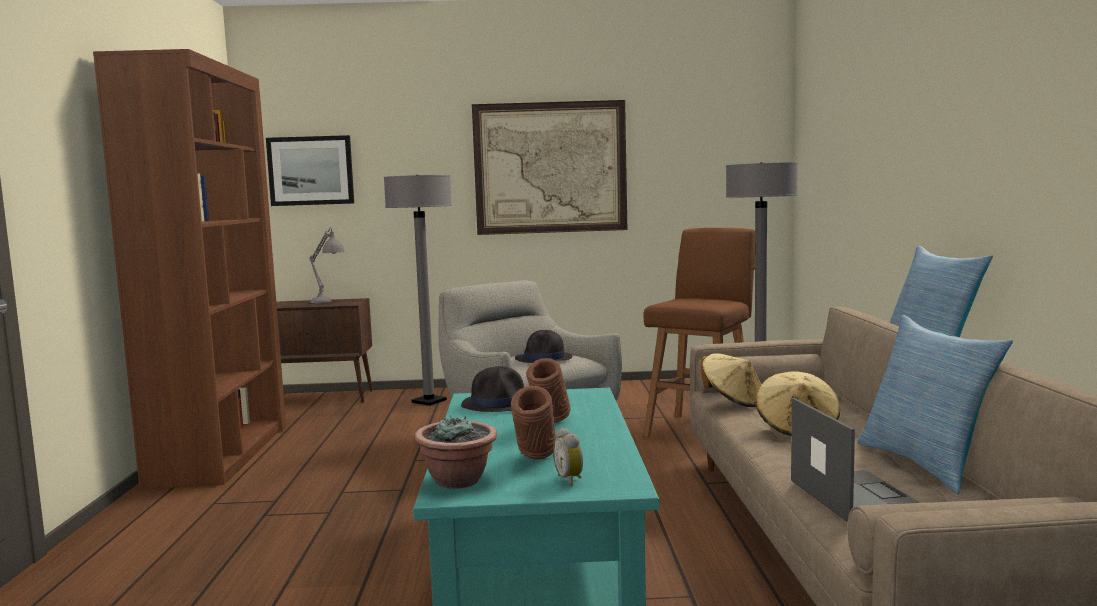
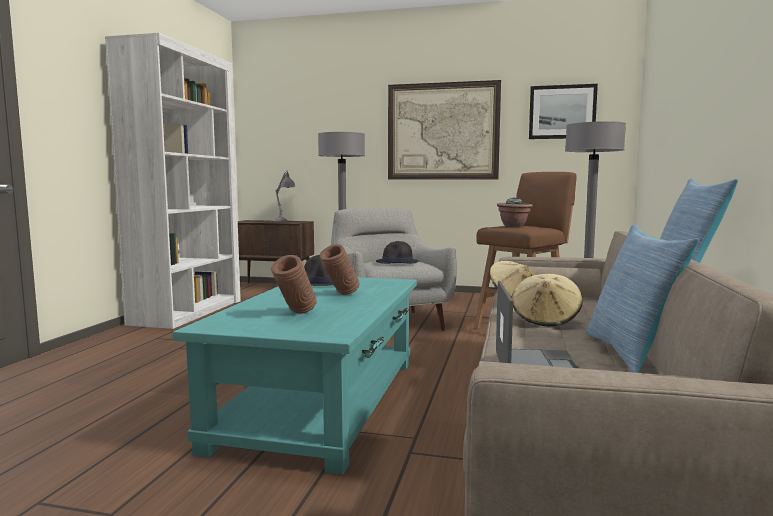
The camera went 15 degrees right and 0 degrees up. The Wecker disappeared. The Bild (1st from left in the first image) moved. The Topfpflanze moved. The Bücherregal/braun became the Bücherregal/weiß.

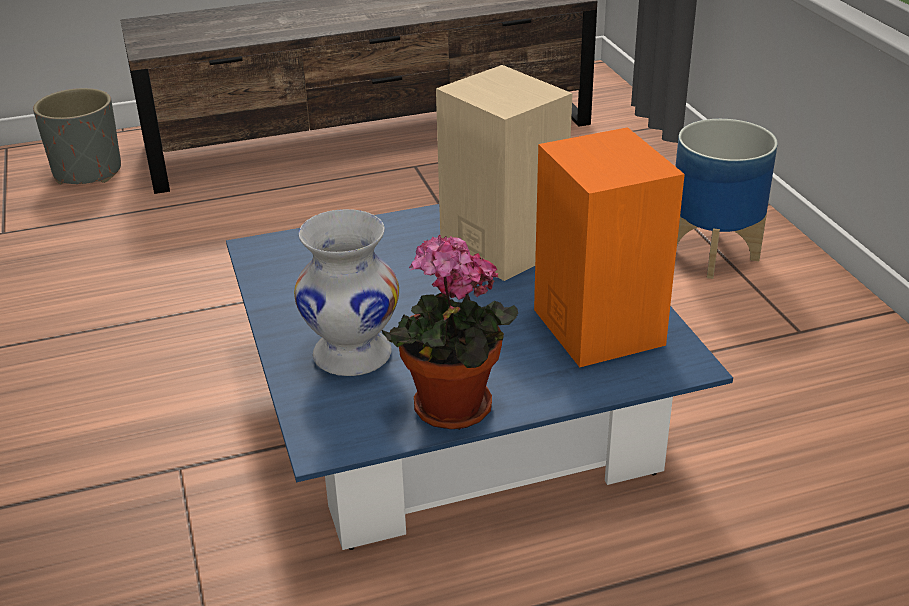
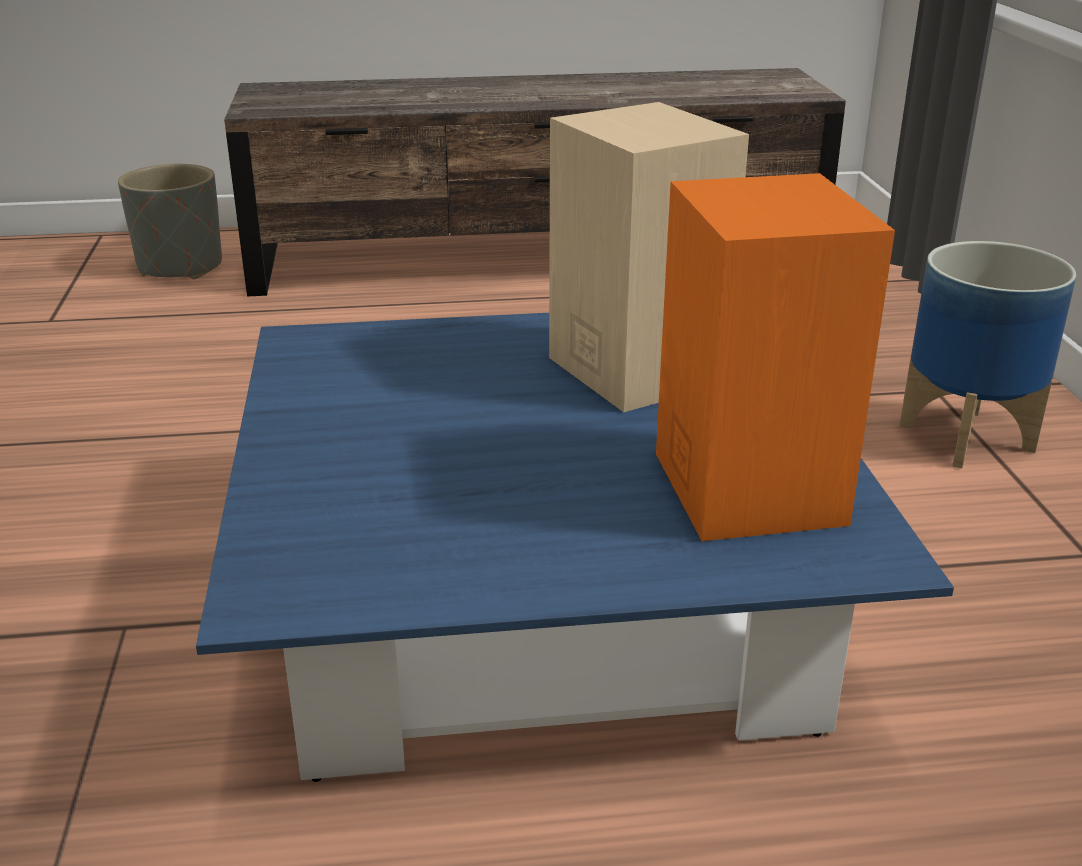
The camera went 10 degrees right and 5 degrees down. The Vase/weiß disappeared. The Topfpflanze disappeared.

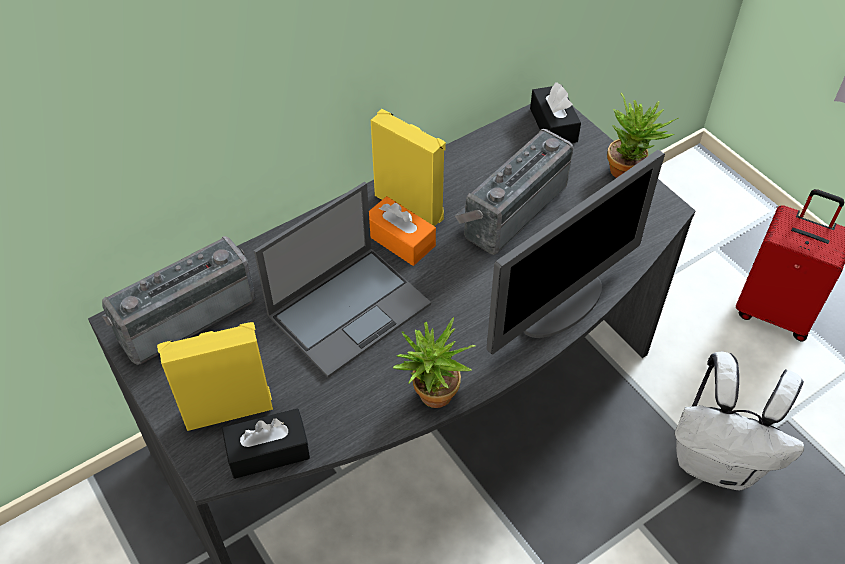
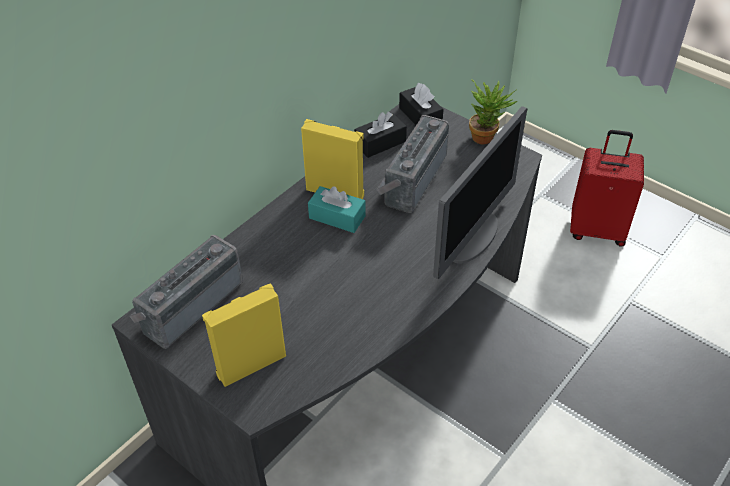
The camera went 15 degrees left and 5 degrees down. The Laptop disappeared. The Topfpflanze (1st from left) disappeared. The Rucksack/weiß disappeared. The Taschentuchbox/schwarz (1st from left) moved. The Taschentuchbox/orange became the Taschentuchbox/türkis.

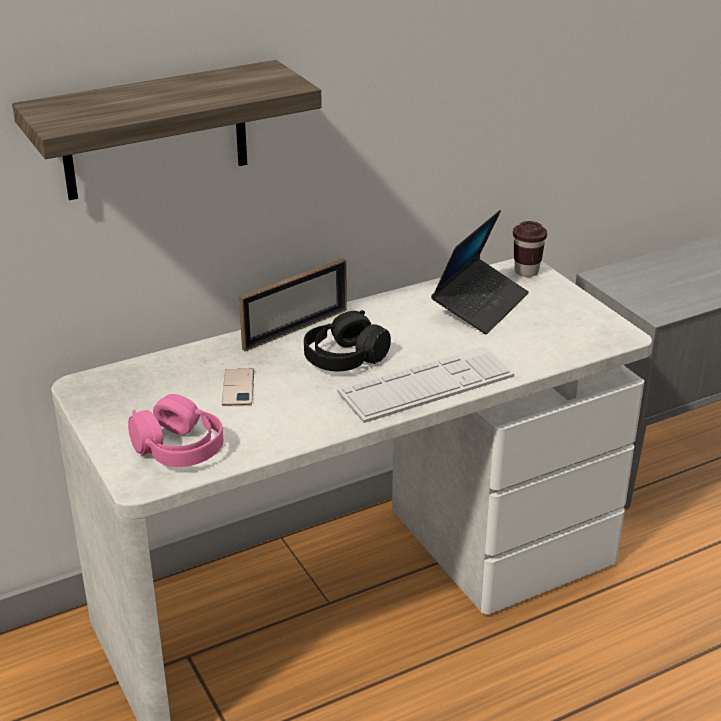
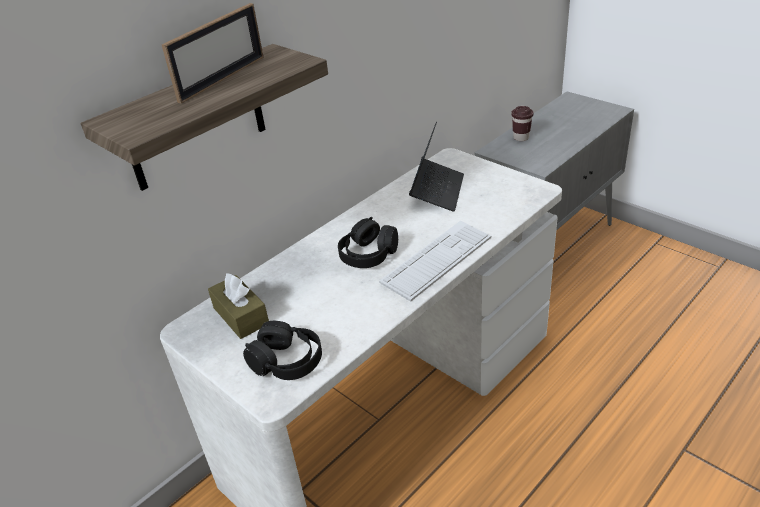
The camera went 15 degrees left and 5 degrees up. The Handy disappeared. The Taschentuchbox/braun appeared. The Bilderrahmen moved. The Tasse/braun moved. The Kopfhörer/rosa became the Kopfhörer/schwarz (1st from left).

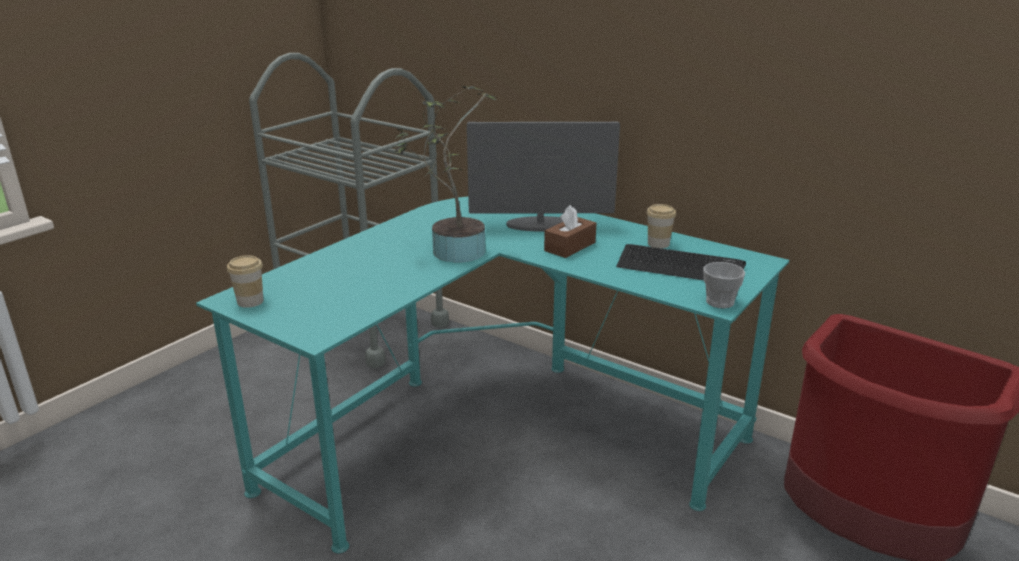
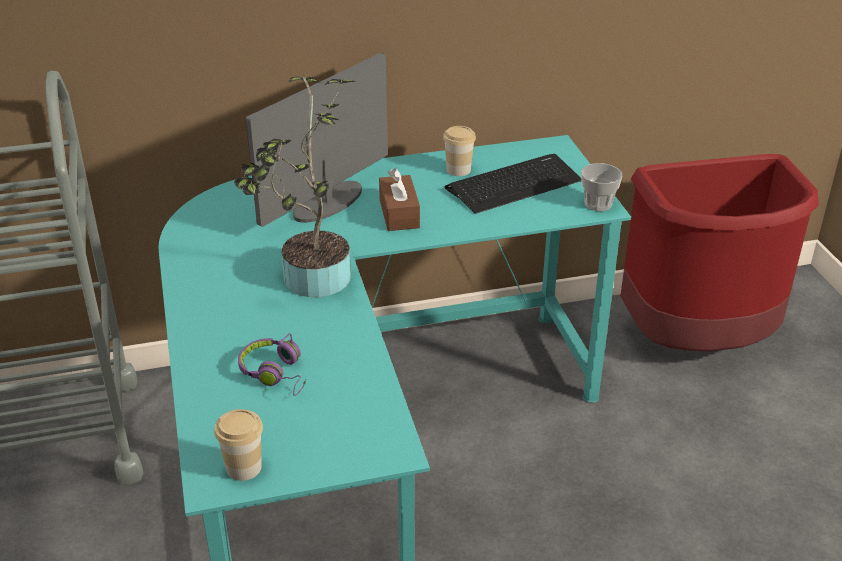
The camera went 50 degrees left and 10 degrees up. The Kopfhörer/lila appeared.

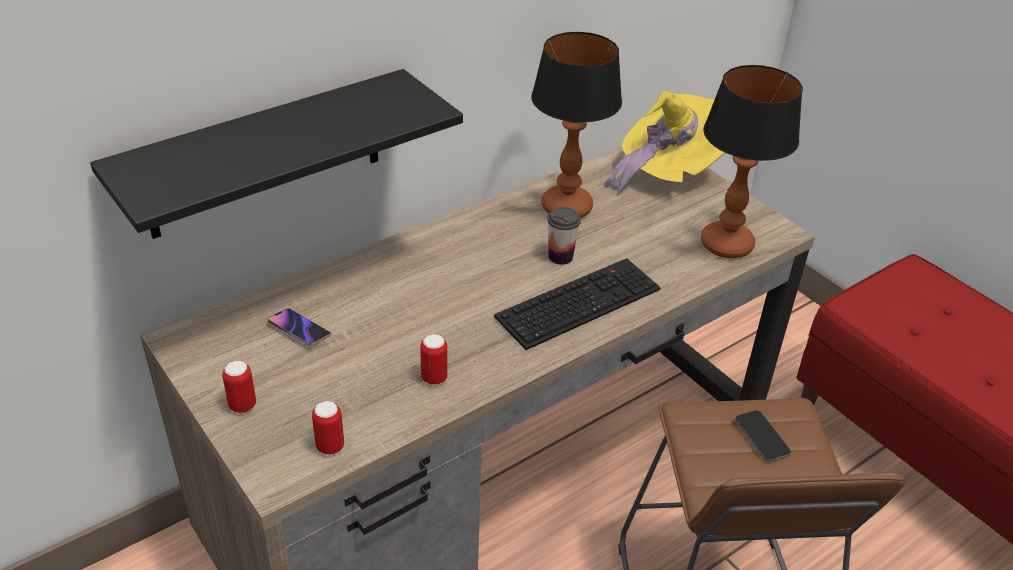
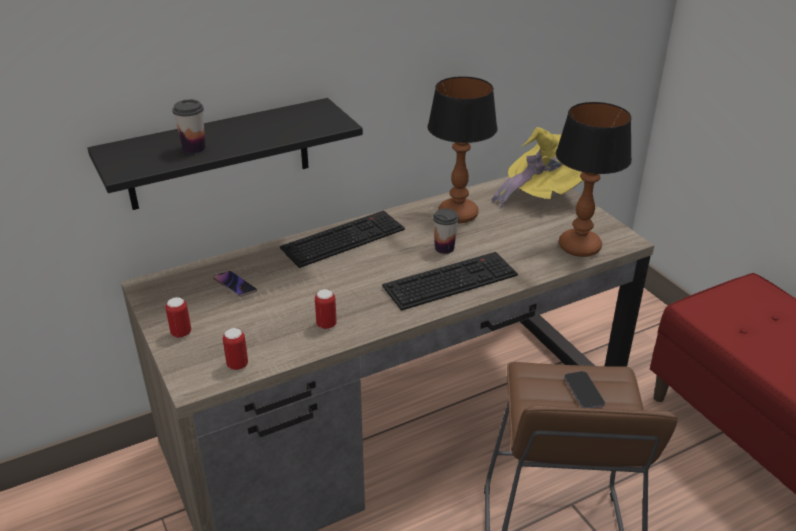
The camera went 10 degrees right and 5 degrees down. The Tasse (1st from left) appeared. The Tastatur (1st from left) appeared.

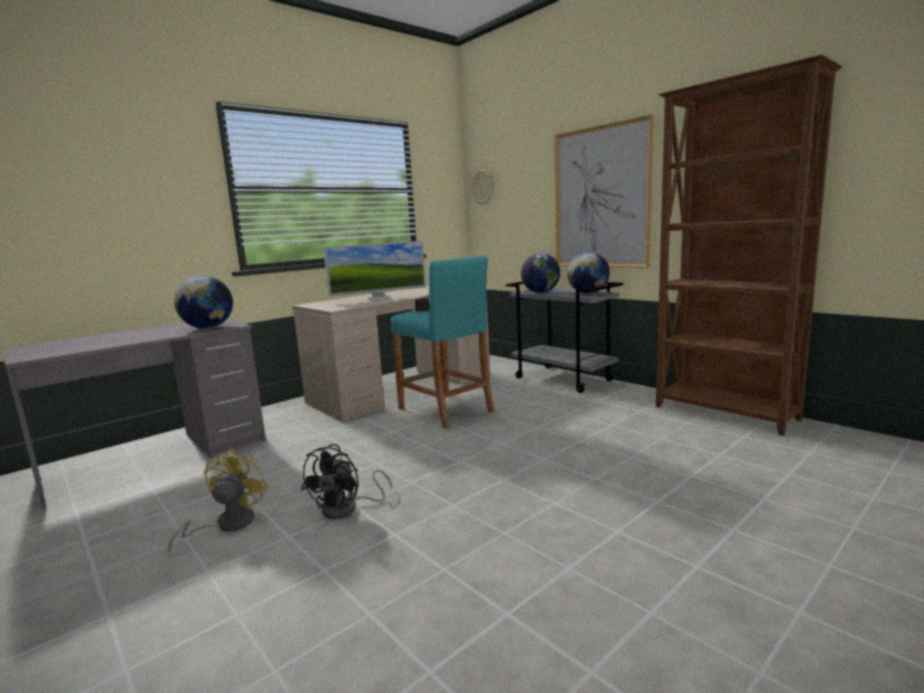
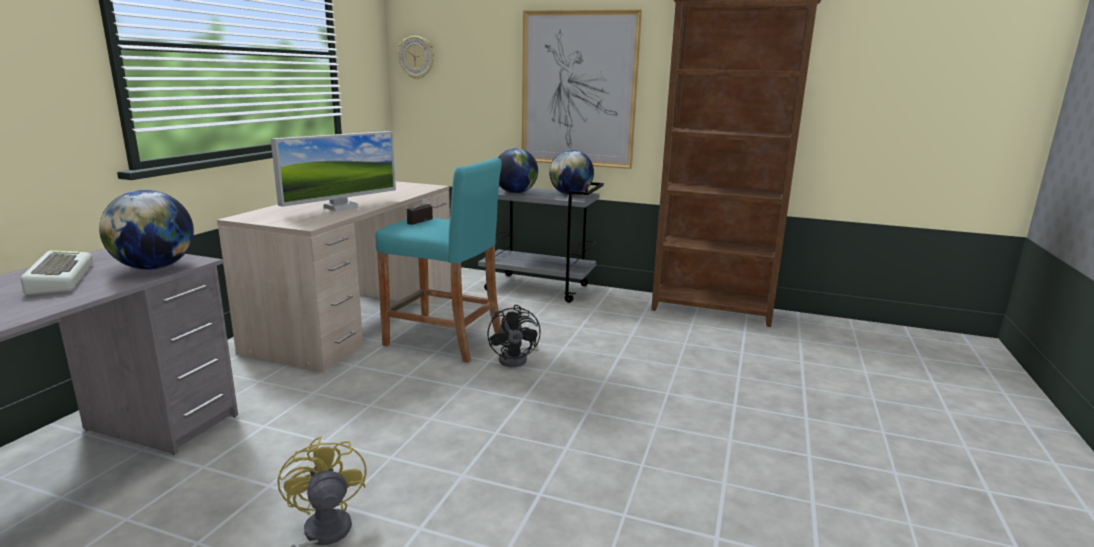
The camera went 30 degrees left and 5 degrees up. The Tastatur appeared. The Ventilator/schwarz moved.

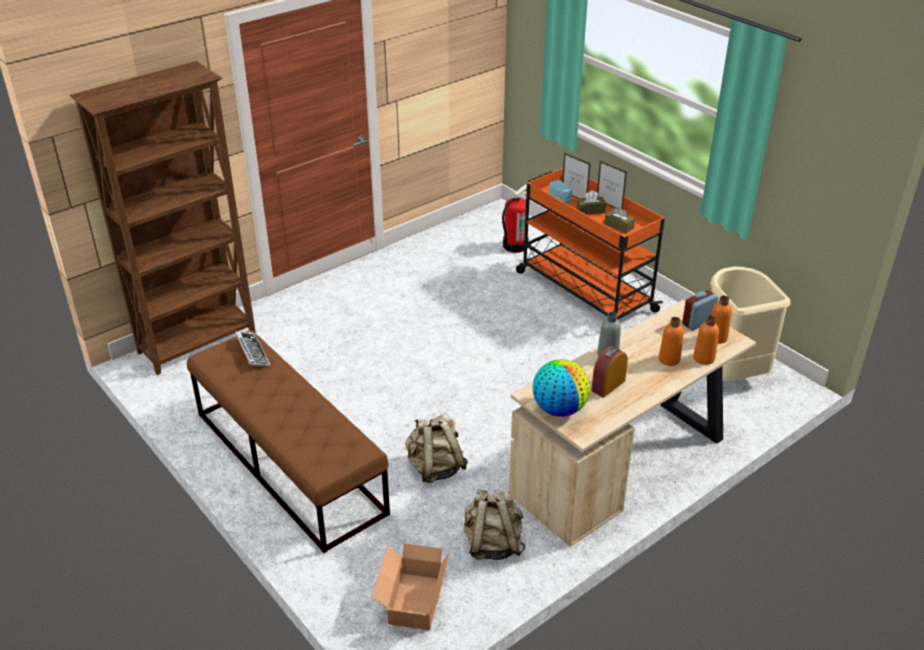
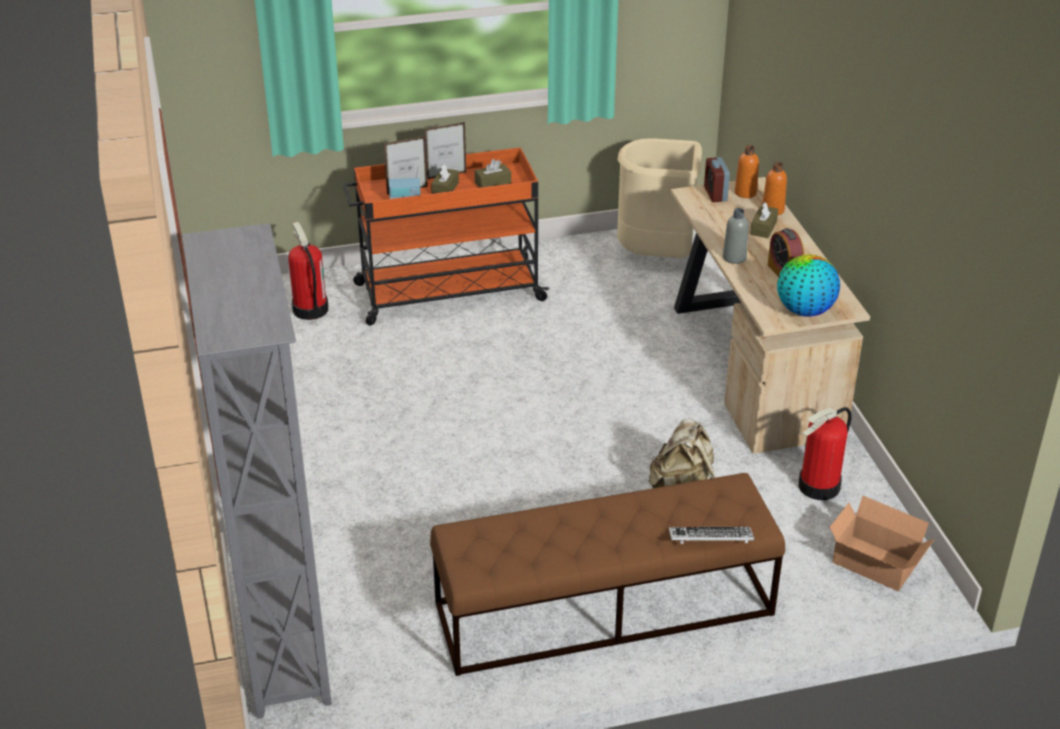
The camera went 65 degrees left and 0 degrees up. The Tastatur moved. The Rucksack/beige (2nd from left) was replaced by the Feuerlöscher (2nd from left). The Flasche/orange (1st from left) was replaced by the Taschentuchbox/braun (3rd from left). The Bücherregal/braun became the Bücherregal/grau.

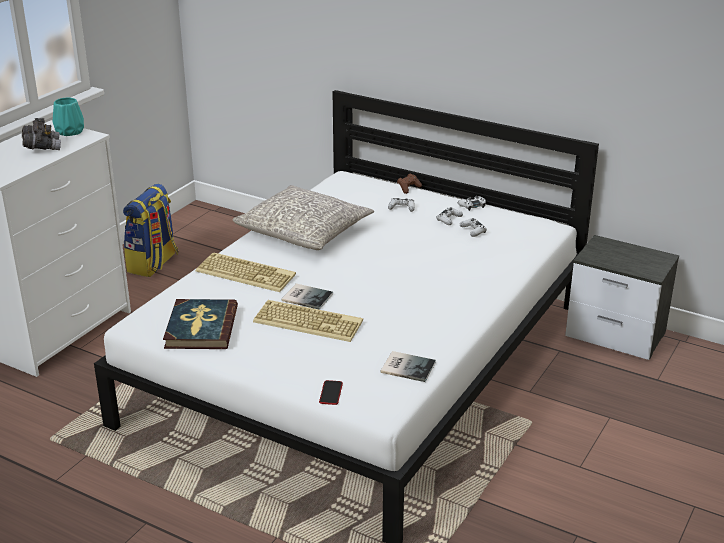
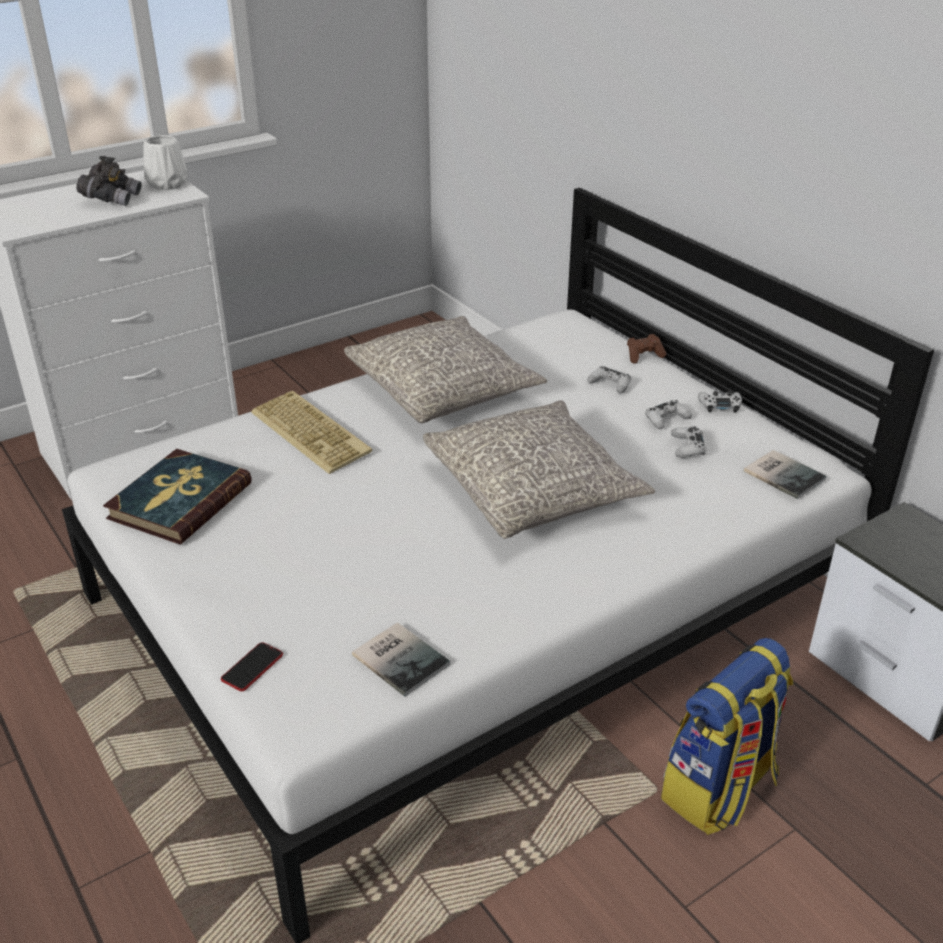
The camera went 25 degrees right and 5 degrees up. The Tastatur (2nd from left) disappeared. The Kissen/grau (2nd from left) appeared. The Rucksack moved. The Buch (2nd from left in the first image) moved. The Vase/türkis became the Vase/weiß.

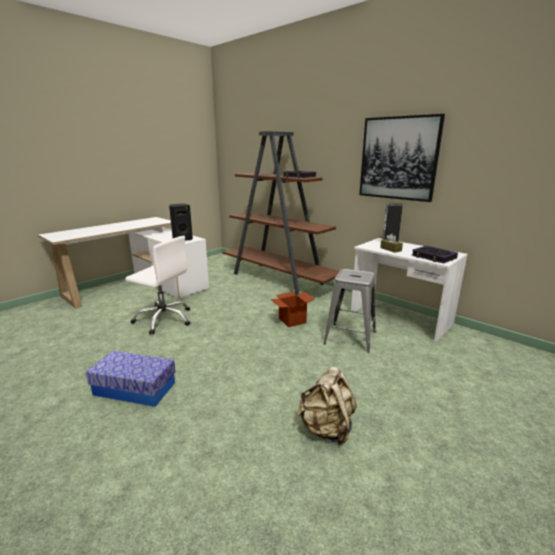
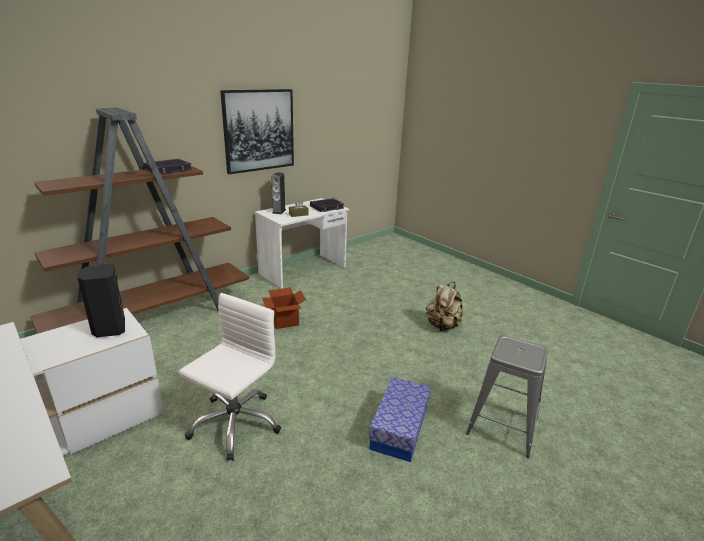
The camera went 85 degrees left and 5 degrees up. The Hocker/grau moved.

